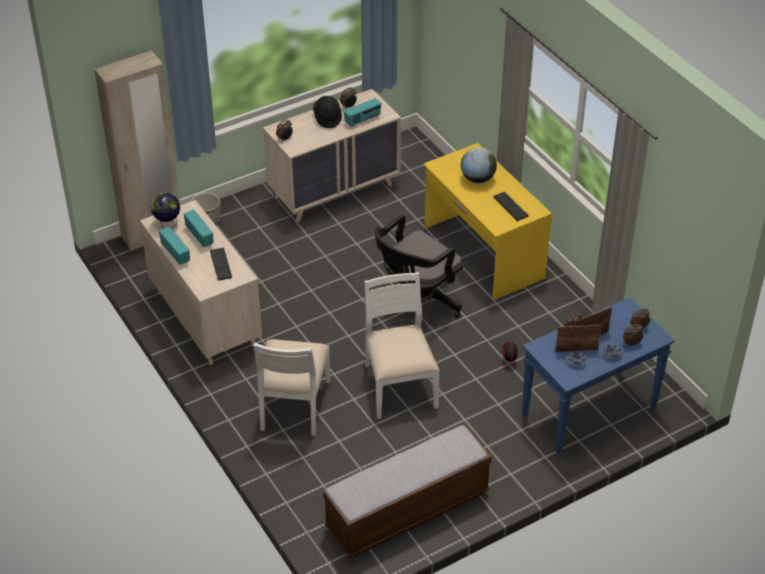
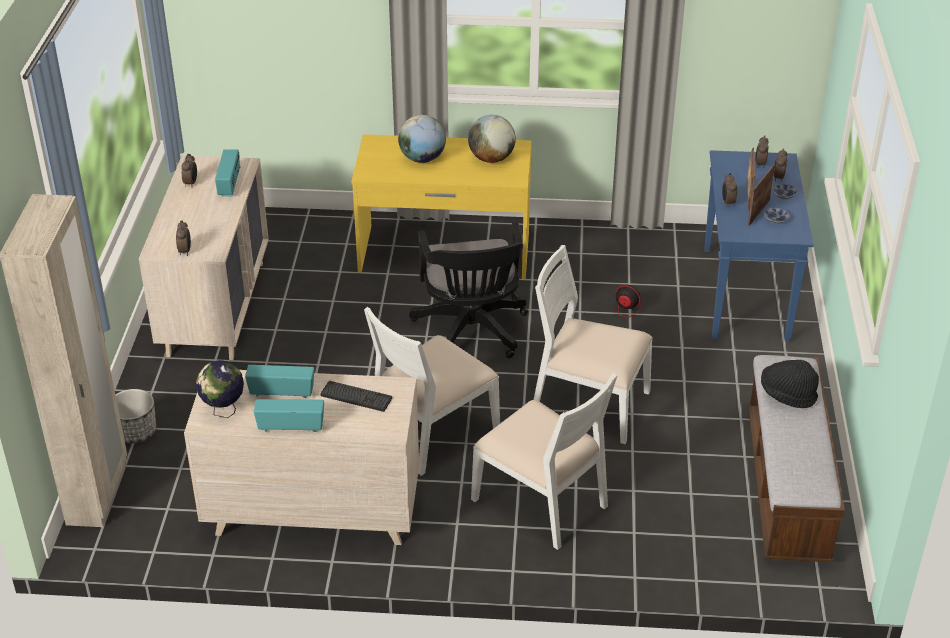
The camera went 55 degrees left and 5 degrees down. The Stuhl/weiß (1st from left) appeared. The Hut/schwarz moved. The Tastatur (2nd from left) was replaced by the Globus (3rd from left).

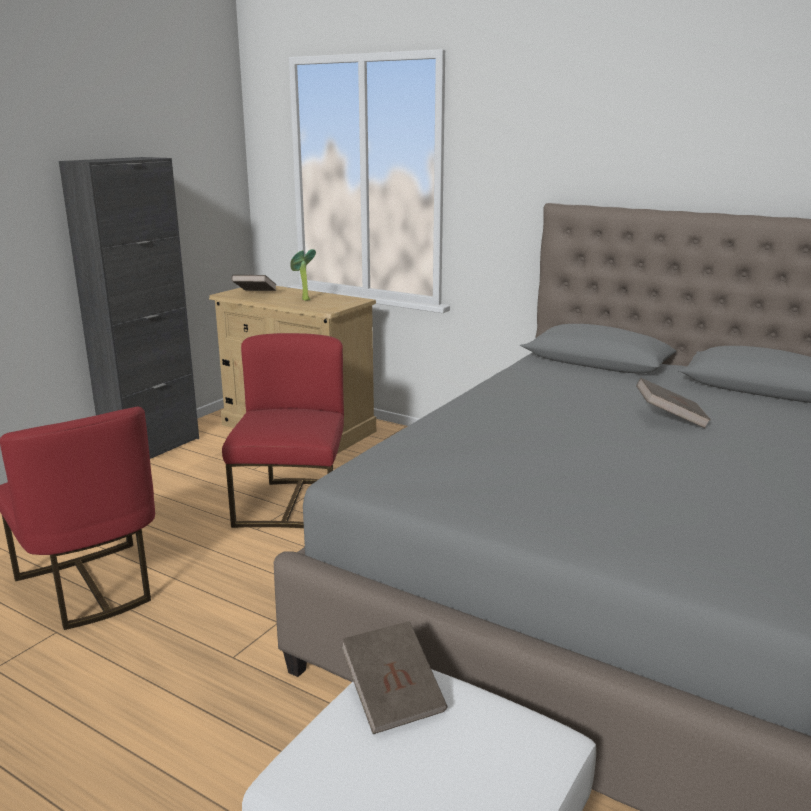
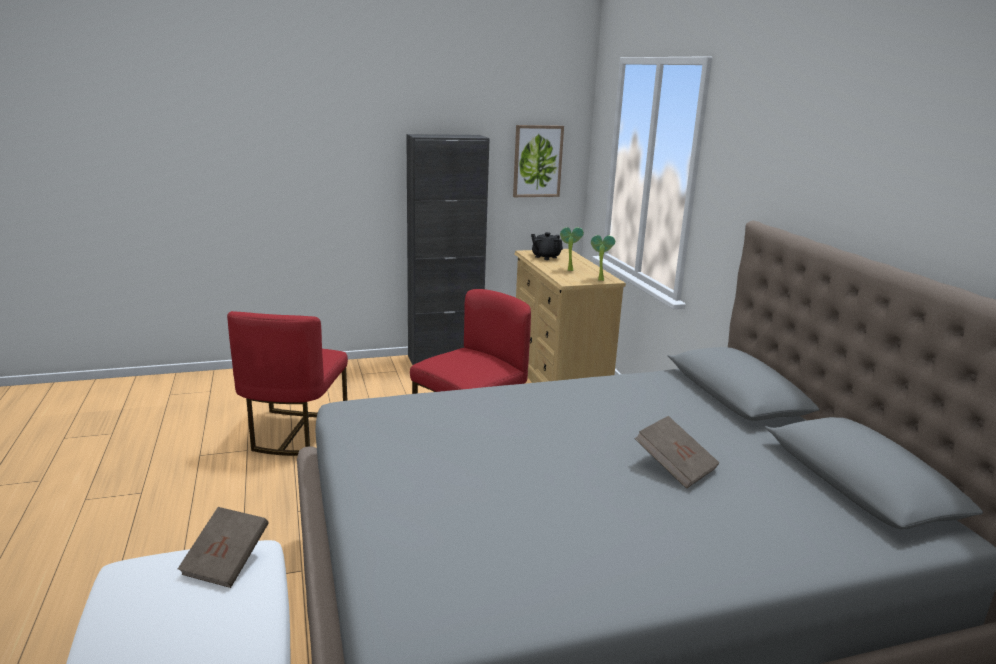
The camera went 40 degrees right and 0 degrees up. The Bild appeared. The Topfpflanze (2nd from left) appeared. The Buch/braun (1st from left) was replaced by the Teekanne/schwarz.

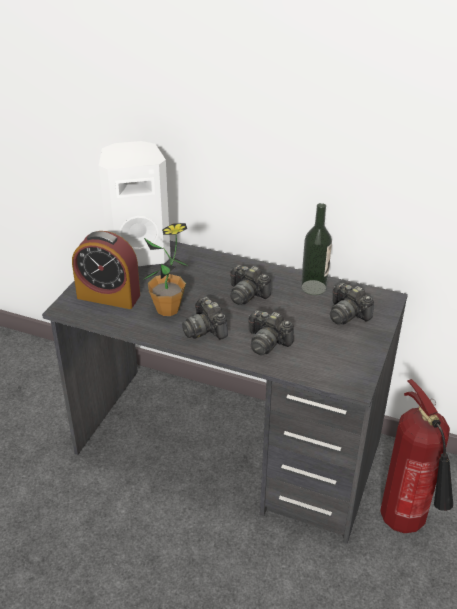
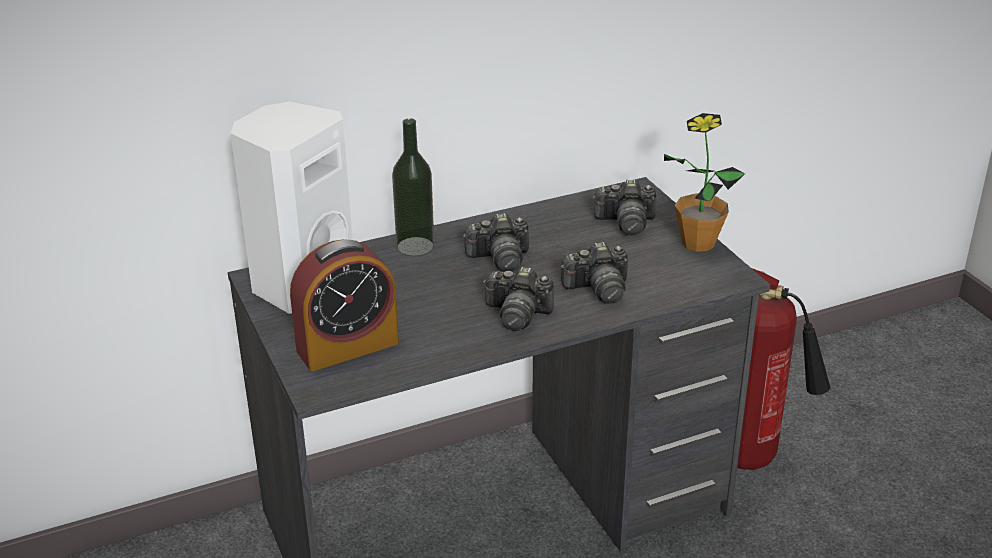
The camera went 45 degrees left and 5 degrees down. The Topfpflanze moved. The Flasche moved.

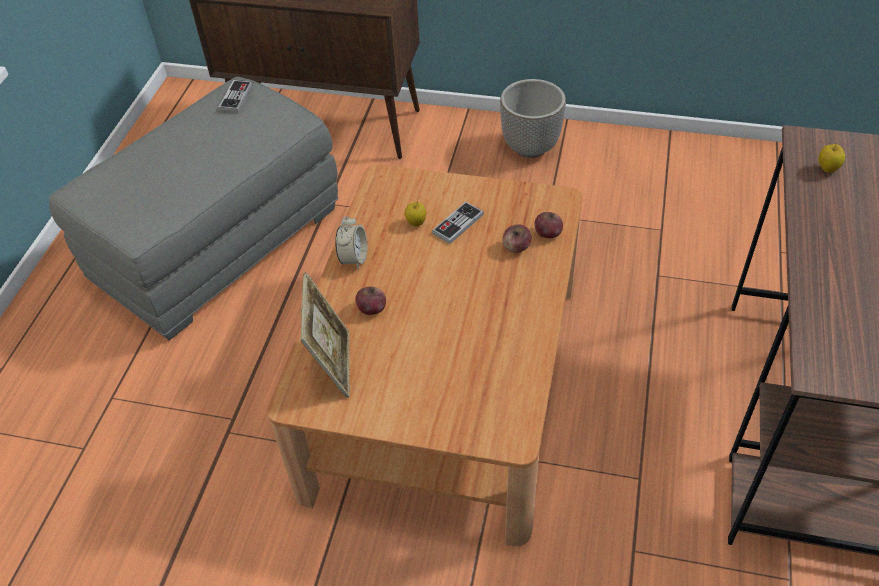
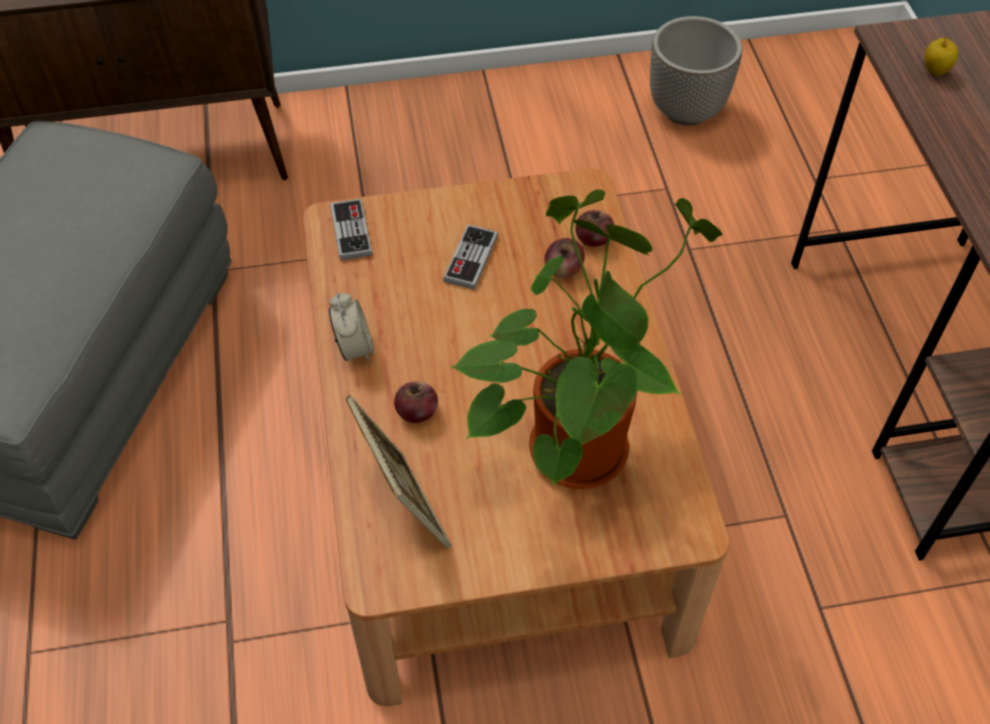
The camera went 25 degrees left and 5 degrees up. The Apfel (2nd from left) disappeared. The Topfpflanze appeared. The Gamepad (1st from left) moved. The Pflanzkübel moved.

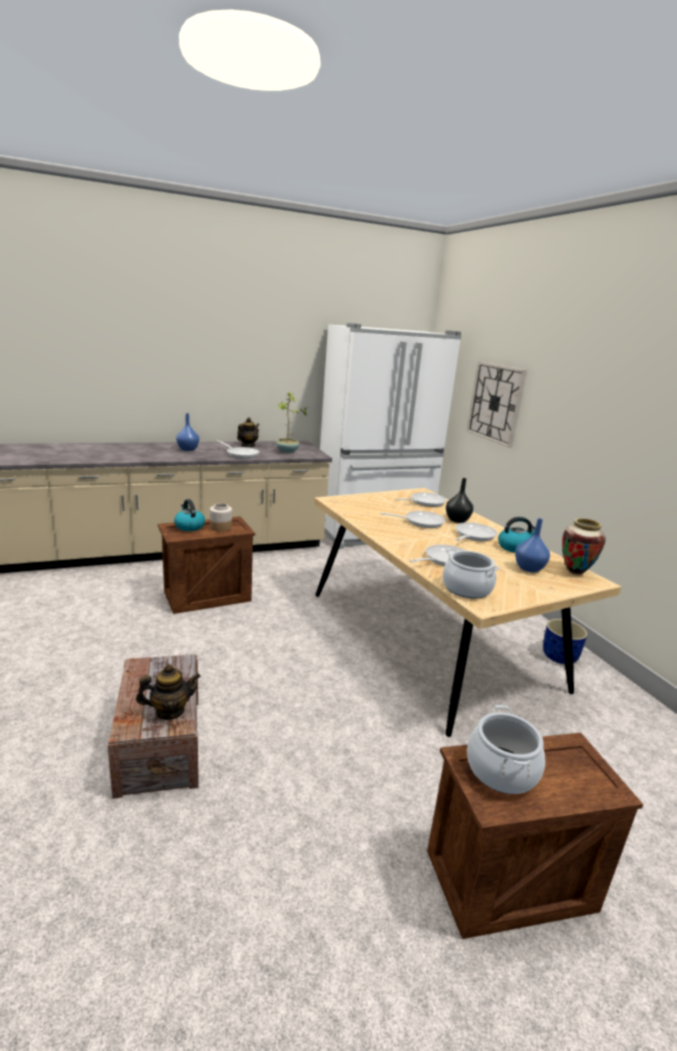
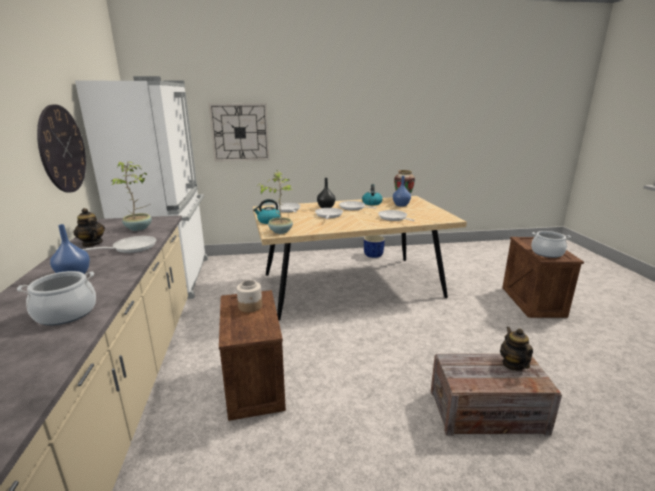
The camera went 75 degrees left and 0 degrees up. The Wanduhr (1st from left) appeared. The Topfpflanze (2nd from left) appeared. The Wasserkessel (1st from left) moved. The Kochtopf (1st from left) moved.

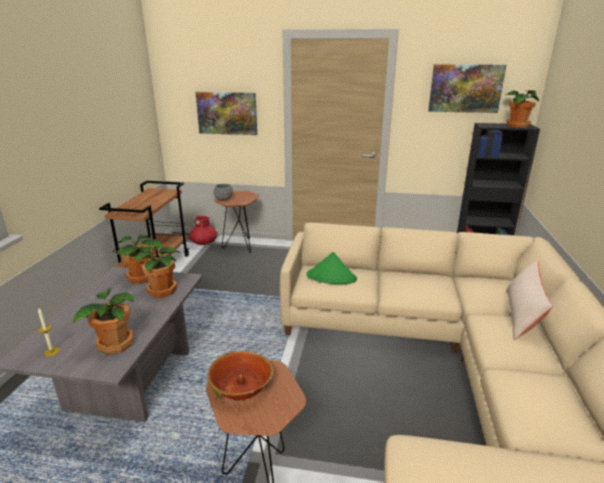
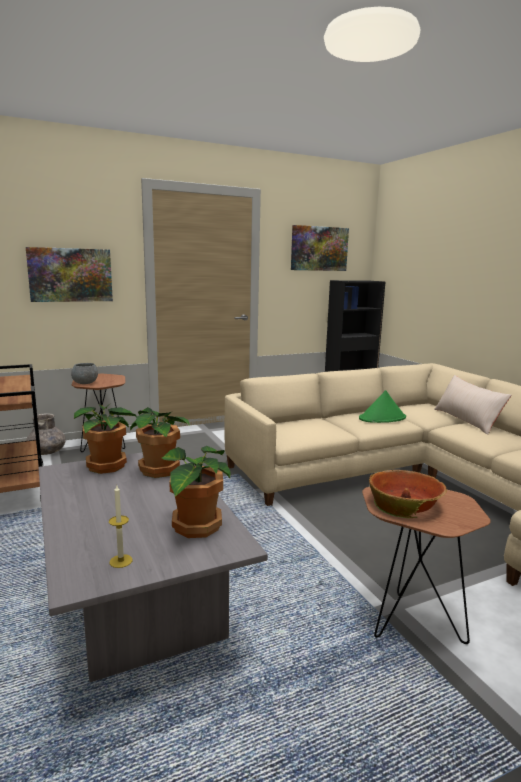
The camera went 35 degrees left and 10 degrees down. The Topfpflanze (4th from left) disappeared. The Hut/grün moved. The Vase/rot became the Vase/grau.

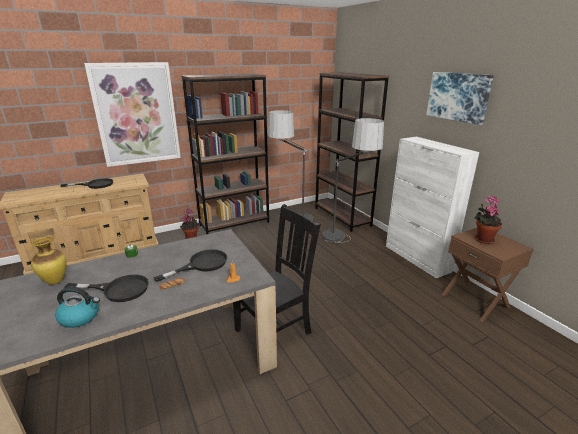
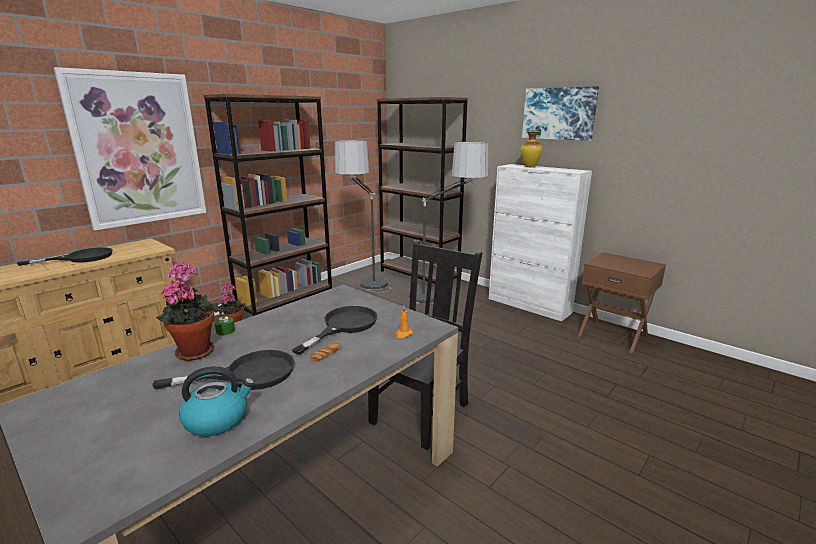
The camera went 20 degrees left and 5 degrees down. The Vase moved. The Topfpflanze (2nd from left in the first image) moved.

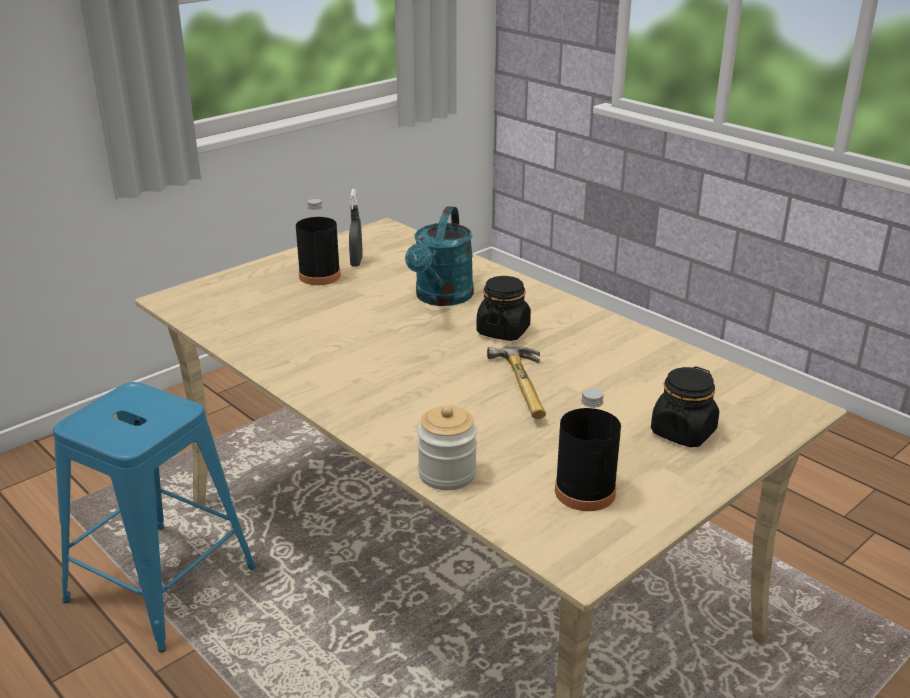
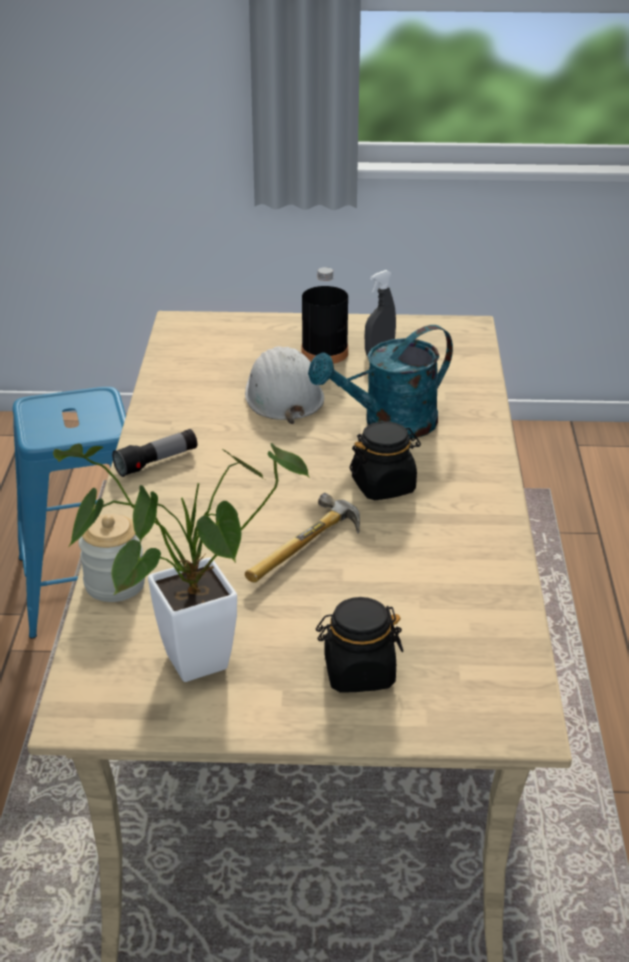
The camera went 45 degrees right and 5 degrees up. The Taschenlampe appeared. The Schutzhelm/weiß appeared. The Flasche/schwarz (2nd from left) was replaced by the Topfpflanze.

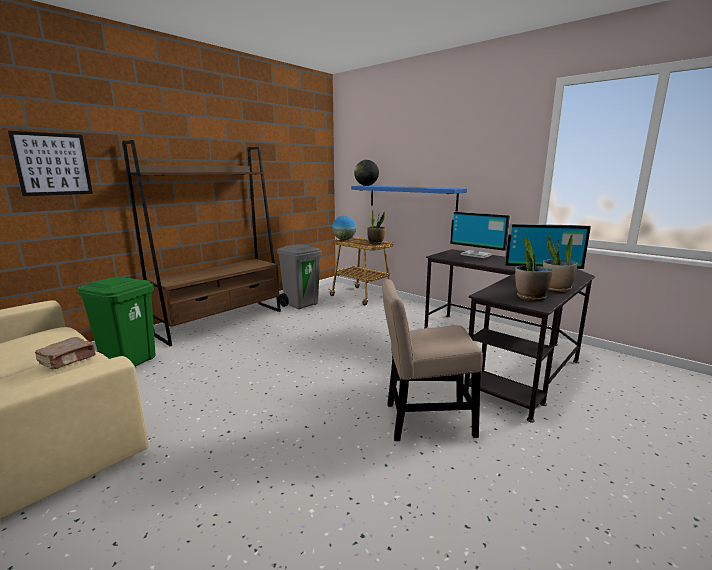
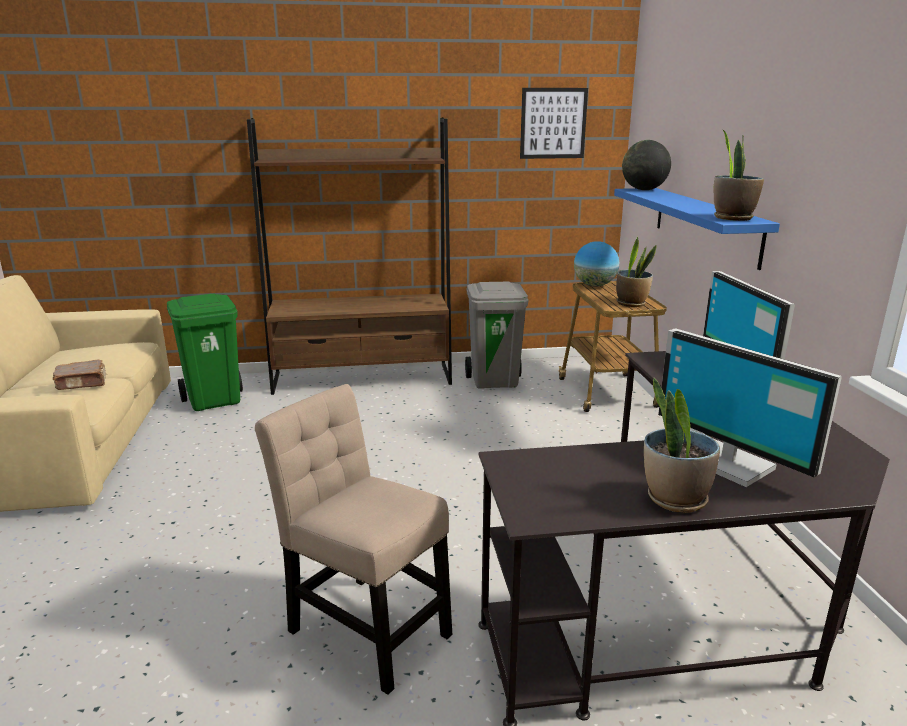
The camera went 40 degrees right and 5 degrees up. The Bild moved. The Topfpflanze (2nd from left in the first image) moved.

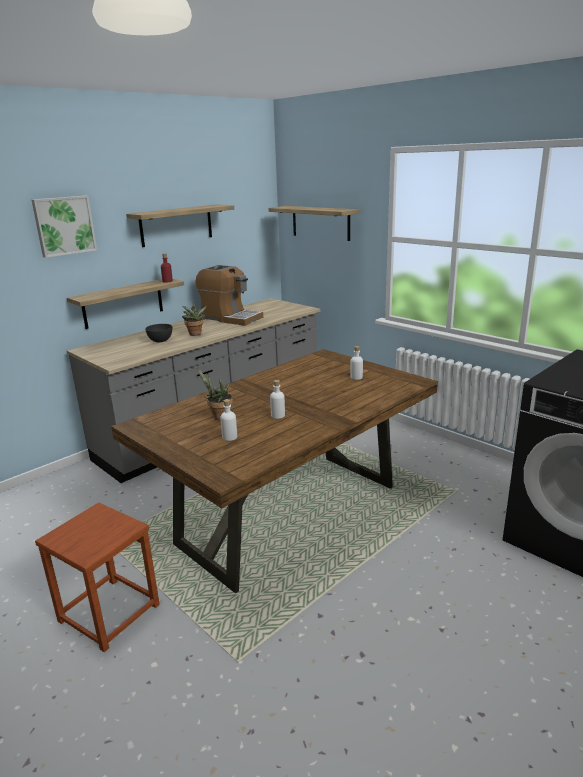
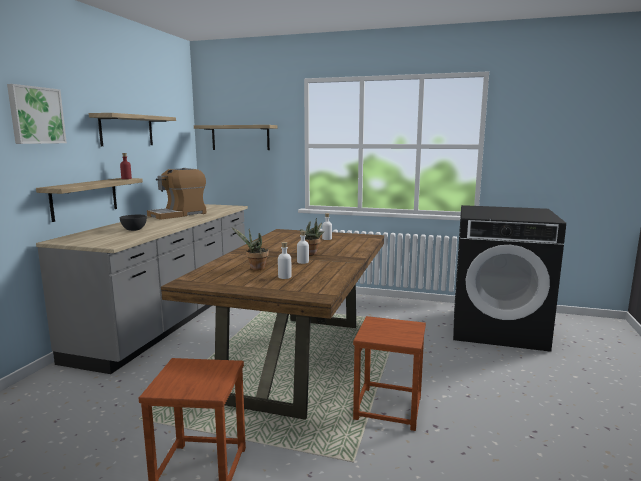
The camera went 30 degrees left and 10 degrees down. The Hocker/braun (2nd from left) appeared. The Topfpflanze (1st from left in the first image) moved. The Kaffeemaschine turned 135 degrees clockwise.

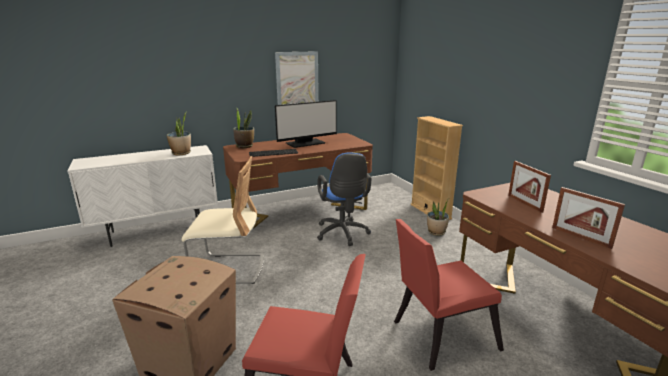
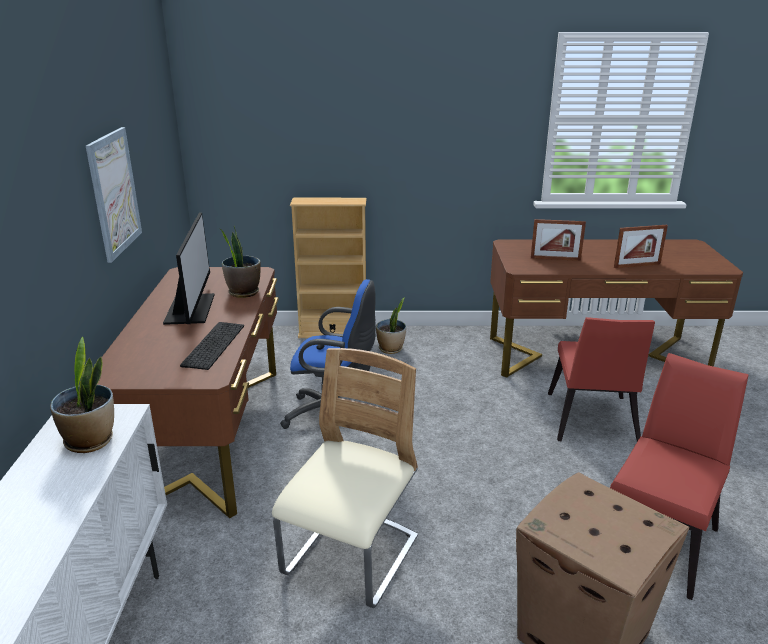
The camera went 65 degrees left and 5 degrees up. The Topfpflanze (2nd from left) moved.

